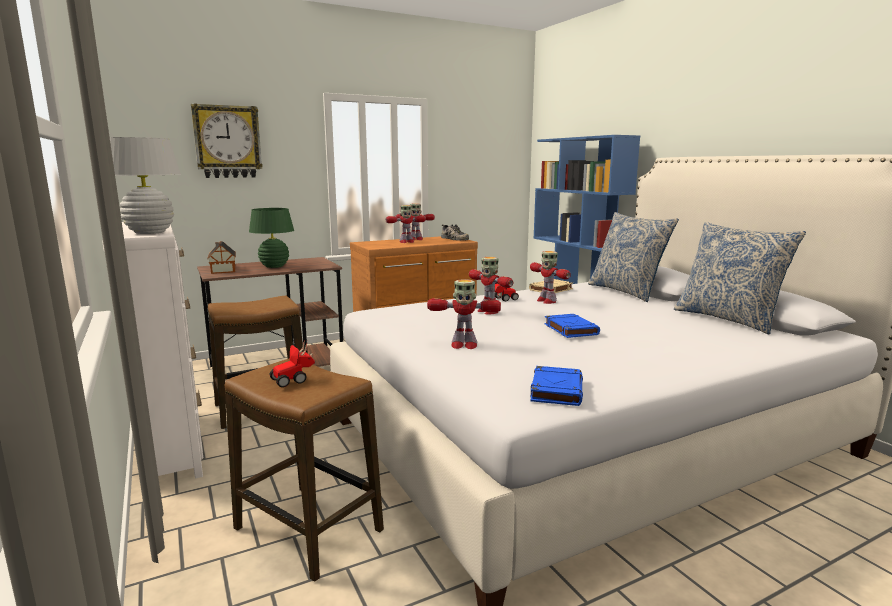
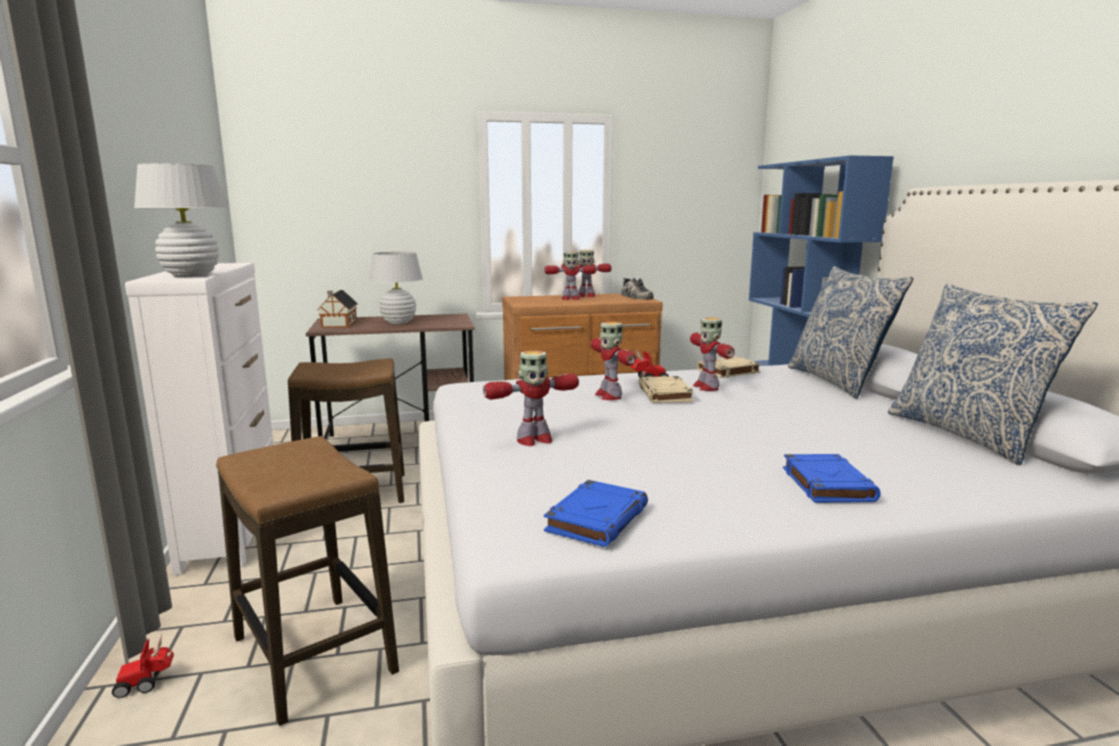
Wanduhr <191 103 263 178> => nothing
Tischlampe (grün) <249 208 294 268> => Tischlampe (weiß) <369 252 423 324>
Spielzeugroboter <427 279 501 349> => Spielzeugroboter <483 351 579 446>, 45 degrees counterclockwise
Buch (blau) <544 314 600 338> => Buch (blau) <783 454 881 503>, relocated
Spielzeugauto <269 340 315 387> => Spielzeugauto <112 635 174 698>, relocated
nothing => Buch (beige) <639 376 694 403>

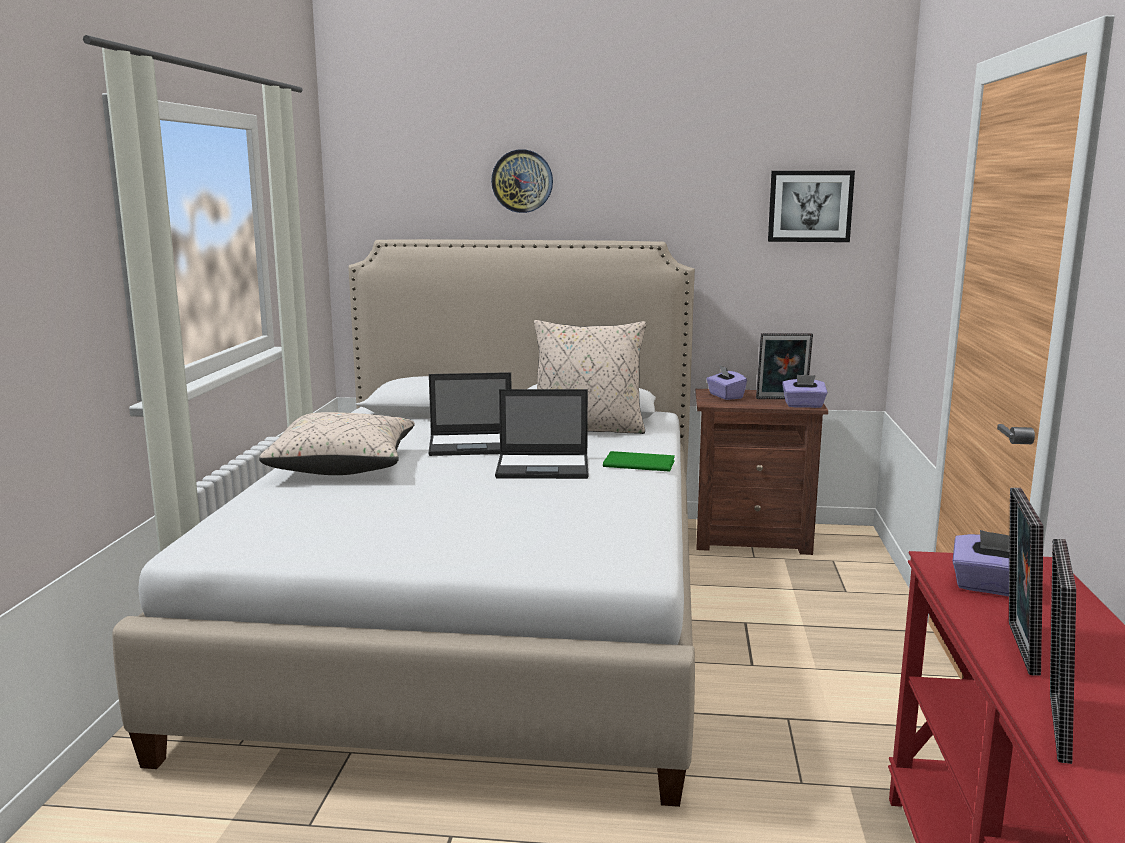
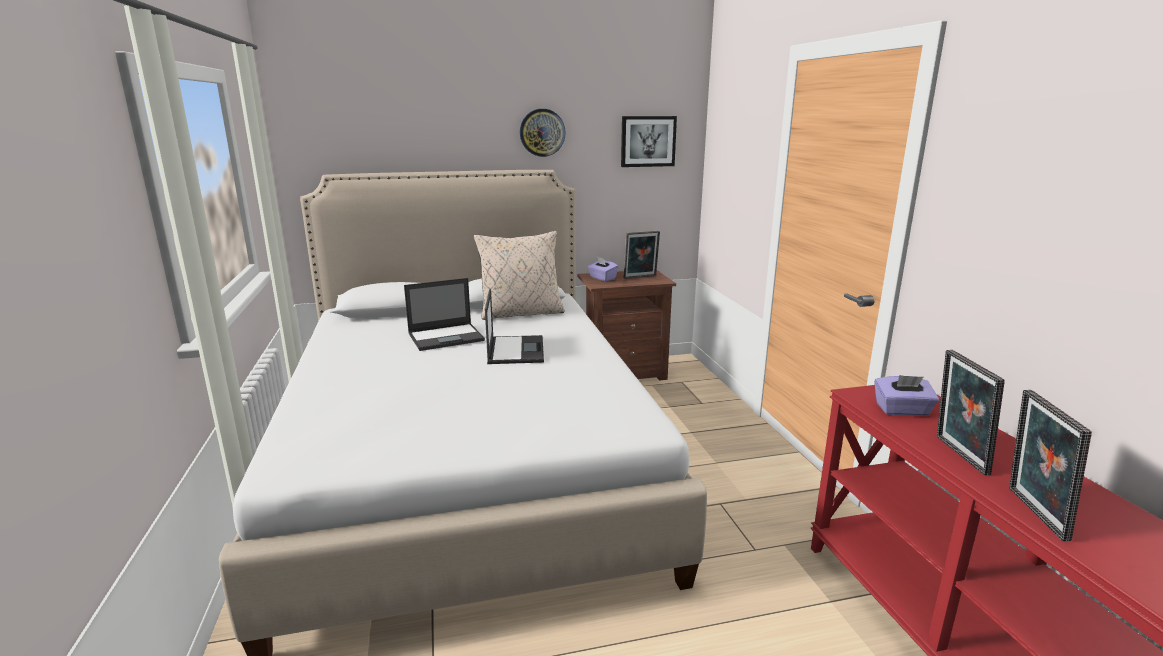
Wanduhr <491 149 553 213> => Wanduhr <520 109 566 157>, relocated
Taschentuchbox (lila) <782 375 828 408> => nothing
Laptop <495 389 588 479> => Laptop <485 289 544 364>, 75 degrees counterclockwise
Kissen (beige) <259 412 415 475> => nothing
Buch (grün) <603 451 675 472> => nothing

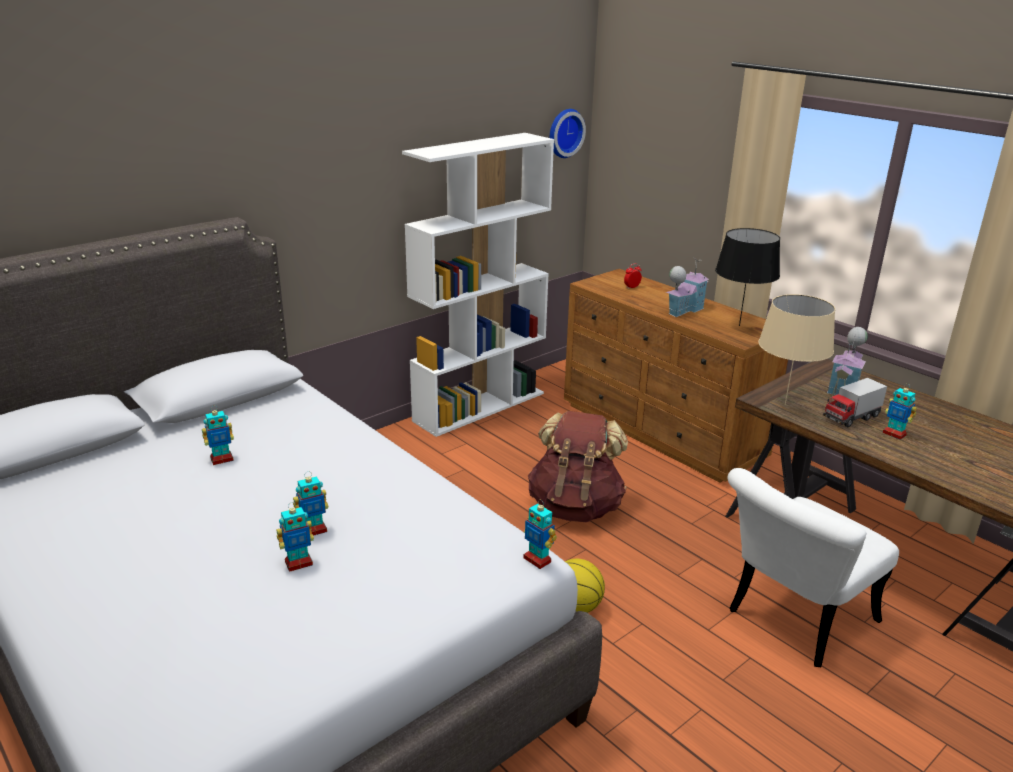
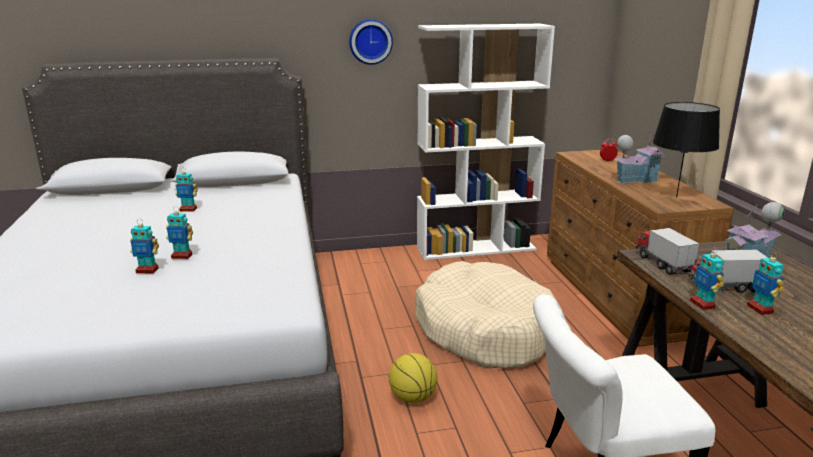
Wanduhr <550 109 586 158> => Wanduhr <349 19 393 65>, relocated
Tischlampe (beige) <758 294 835 405> => Spielzeuglaster <636 228 699 275>
Rucksack (braun) <528 411 628 522> => Hundebett (beige) <415 261 557 368>
Spielzeugroboter <524 499 557 569> => Spielzeugroboter <690 248 724 310>, relocated

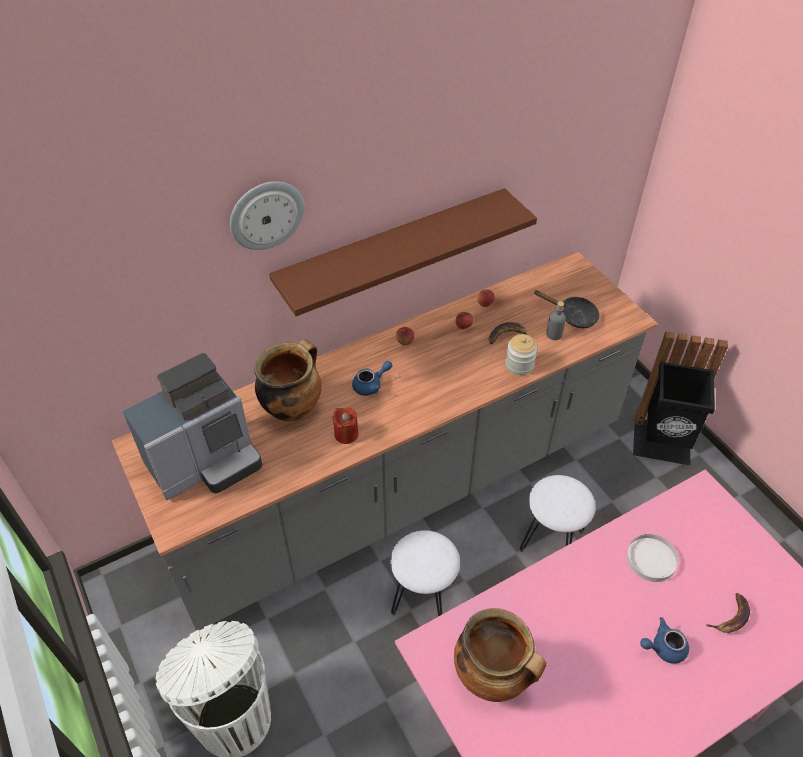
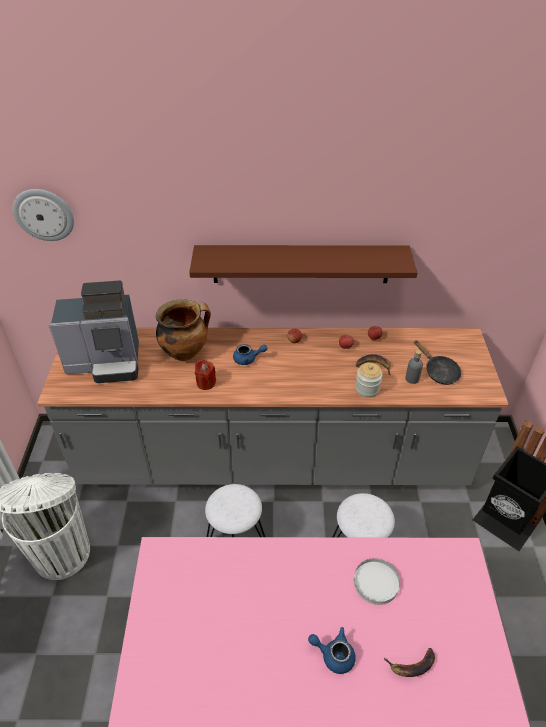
Wanduhr <230 181 304 250> => Wanduhr <13 189 74 241>, relocated
Kochtopf <454 608 546 702> => nothing

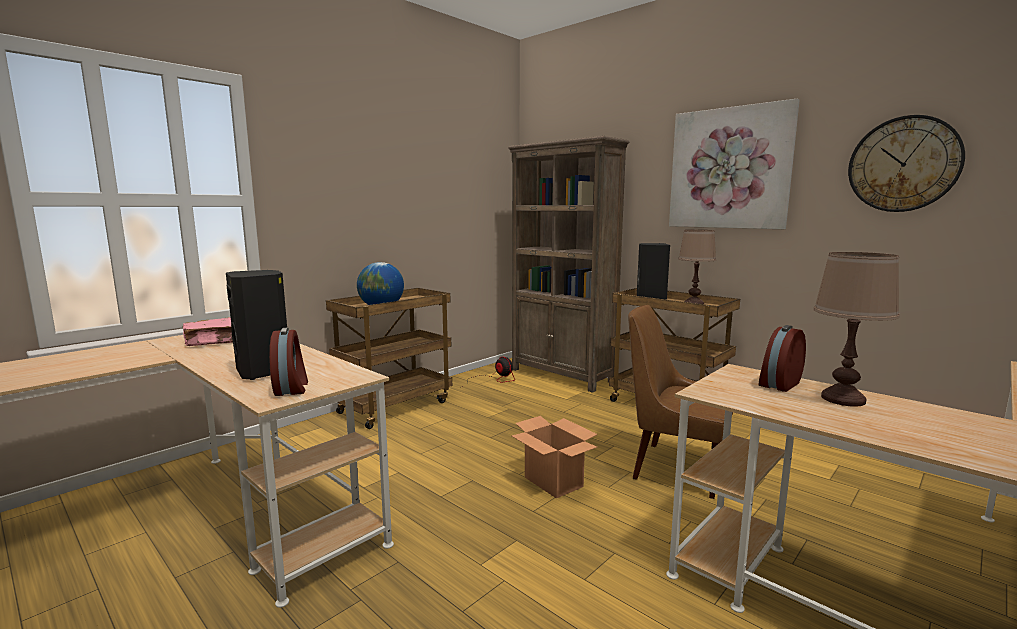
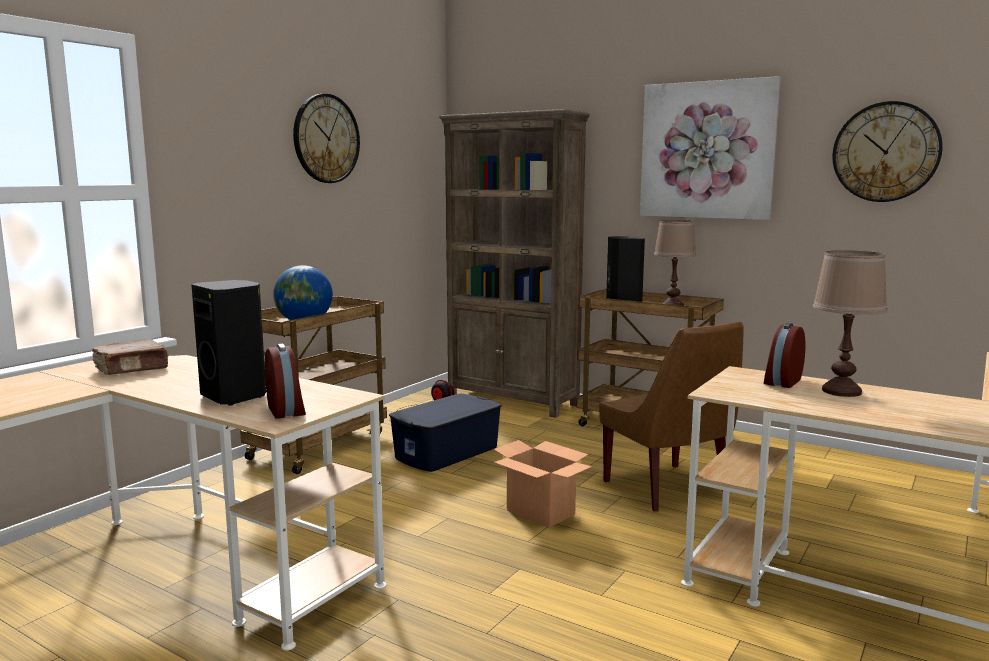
Stuhl (braun) <628 305 733 499> => Stuhl (braun) <599 322 744 512>, 135 degrees counterclockwise
Buch (rosa) <183 317 233 346> => Buch (braun) <92 339 168 375>
nothing => Wanduhr <293 94 360 183>
nothing => Aufbewahrungsbox (blau) <389 394 502 472>

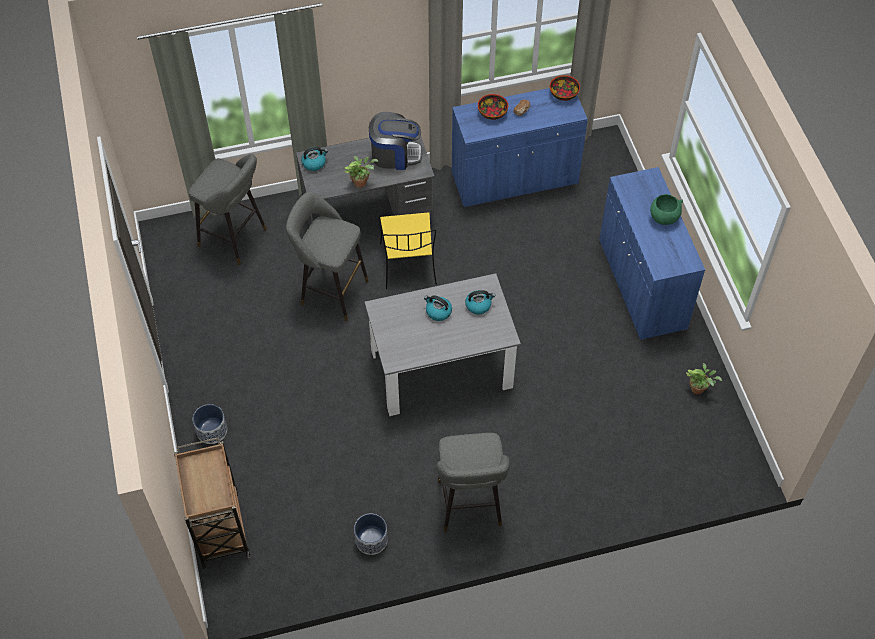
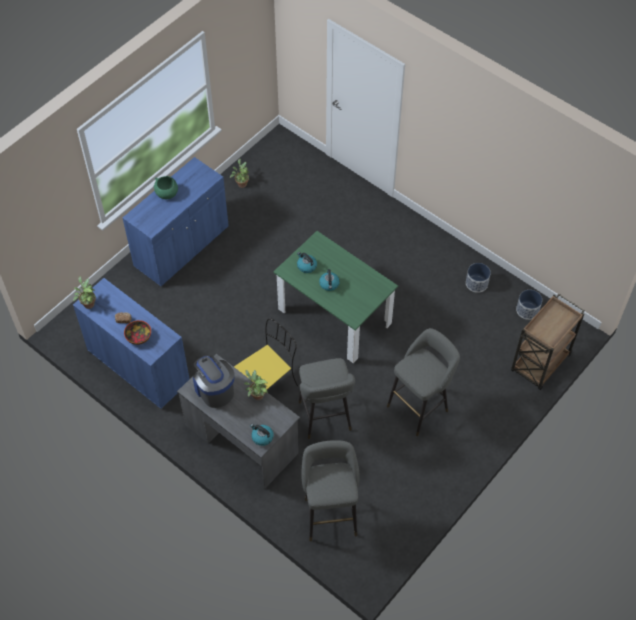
Schüssel <550 75 580 101> => Topfpflanze <73 276 96 309>
Esstisch (grau) <365 273 521 416> => Esstisch (grün) <274 231 398 363>
Pflanzkübel <193 404 227 444> => Pflanzkübel <516 290 542 320>, relocated
Hocker (grau) <437 433 510 532> => Hocker (grau) <387 328 460 436>, relocated

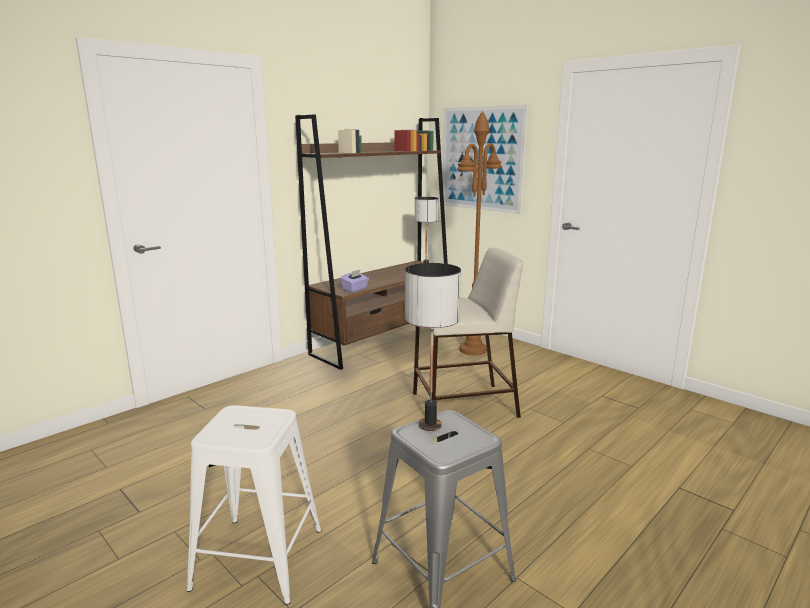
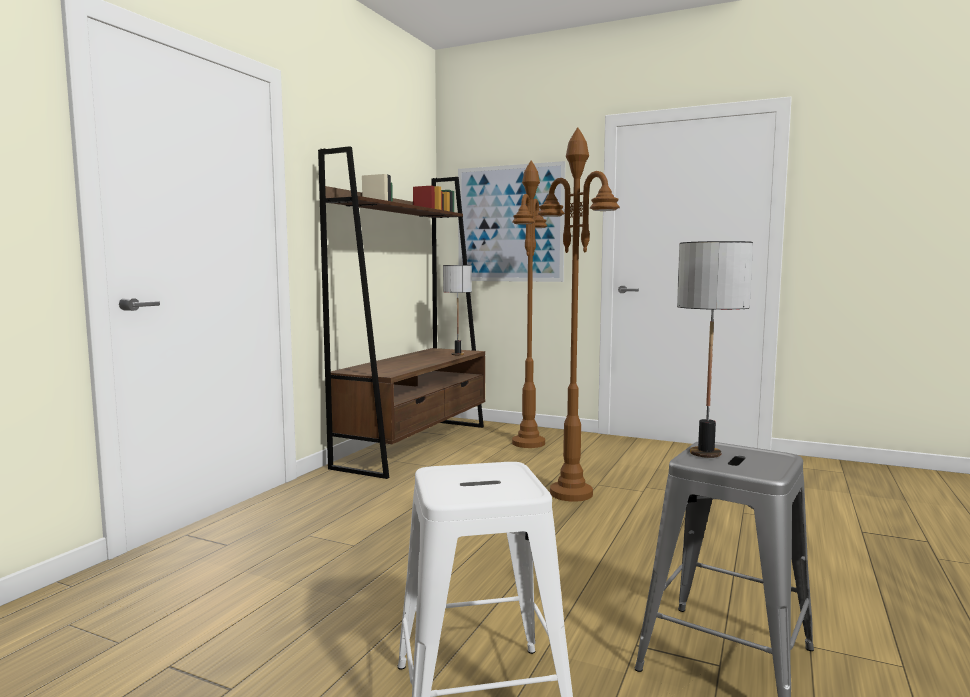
Hocker (beige) <413 248 523 418> => Stehlampe (braun) <538 127 620 502>
Taschentuchbox (lila) <340 269 369 292> => nothing

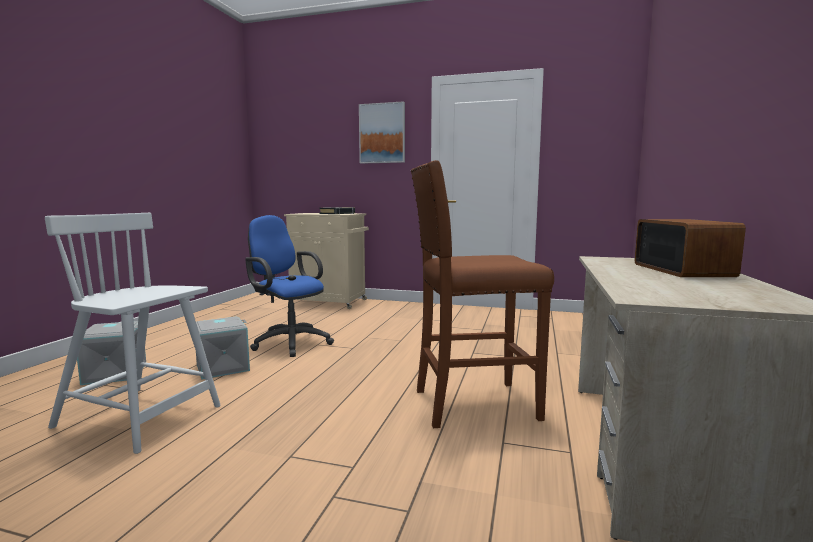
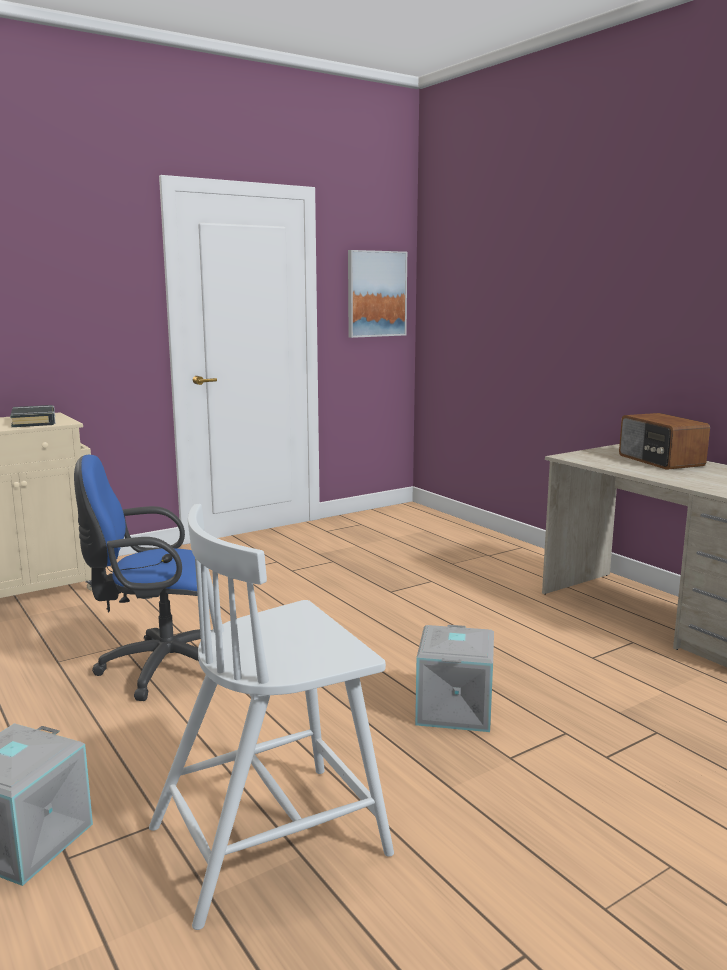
Bild <359 101 405 164> => Bild <348 250 407 338>, relocated
Hocker (braun) <411 160 554 428> => nothing
Radio <635 219 746 277> => Radio <619 413 710 470>, 150 degrees counterclockwise
Aufbewahrungsbox (grau) <196 316 250 380> => Aufbewahrungsbox (grau) <415 625 494 732>, relocated

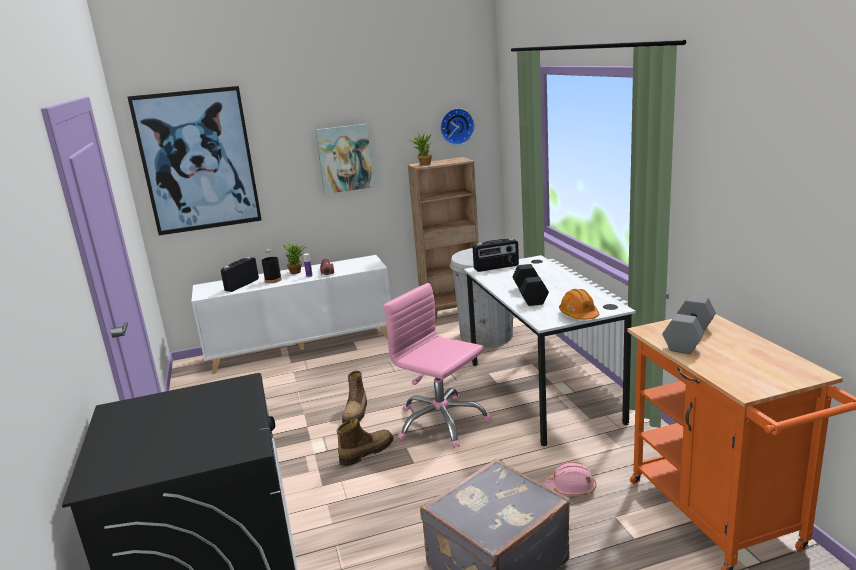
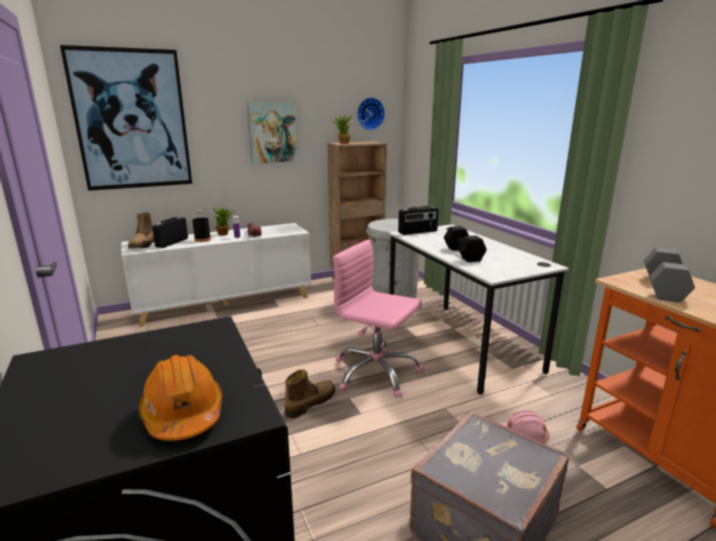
Schutzhelm (orange) <559 289 599 320> => Schutzhelm (orange) <139 355 222 441>, relocated
Stiefel <342 370 367 423> => Stiefel <128 213 154 248>, relocated

